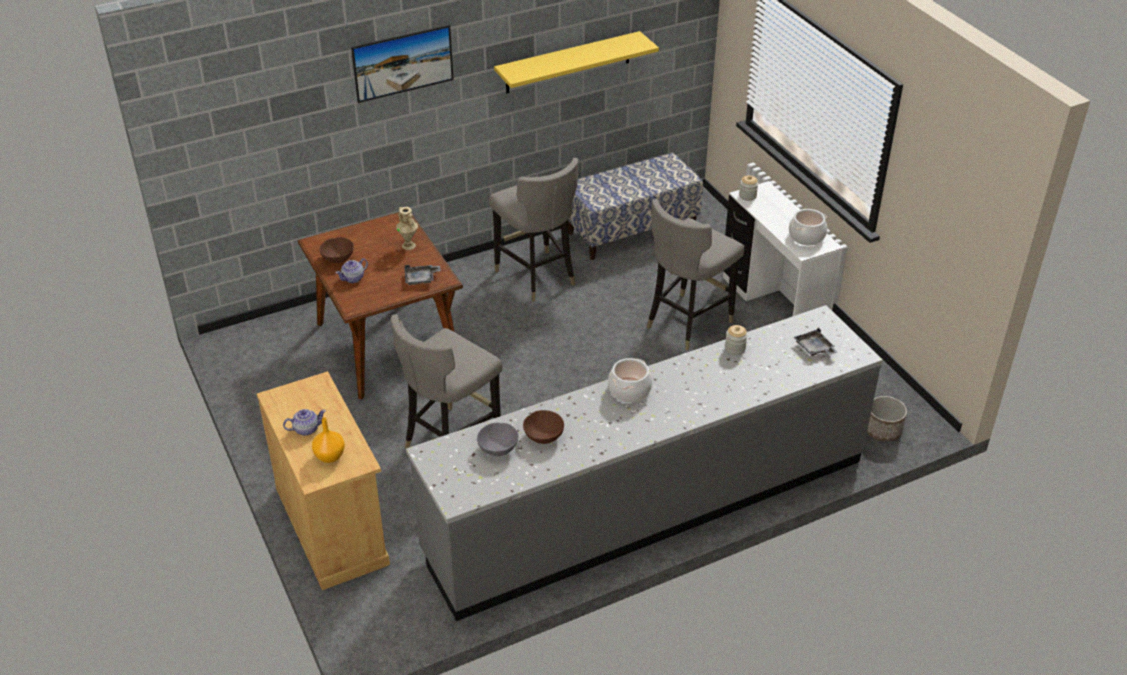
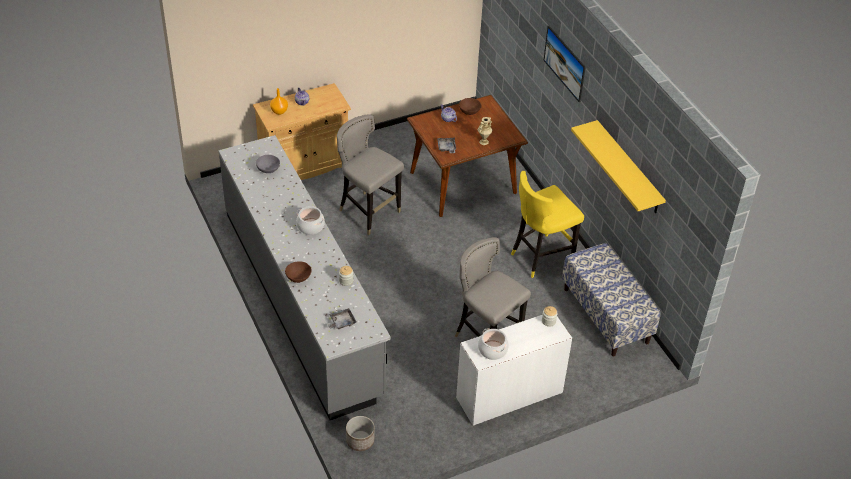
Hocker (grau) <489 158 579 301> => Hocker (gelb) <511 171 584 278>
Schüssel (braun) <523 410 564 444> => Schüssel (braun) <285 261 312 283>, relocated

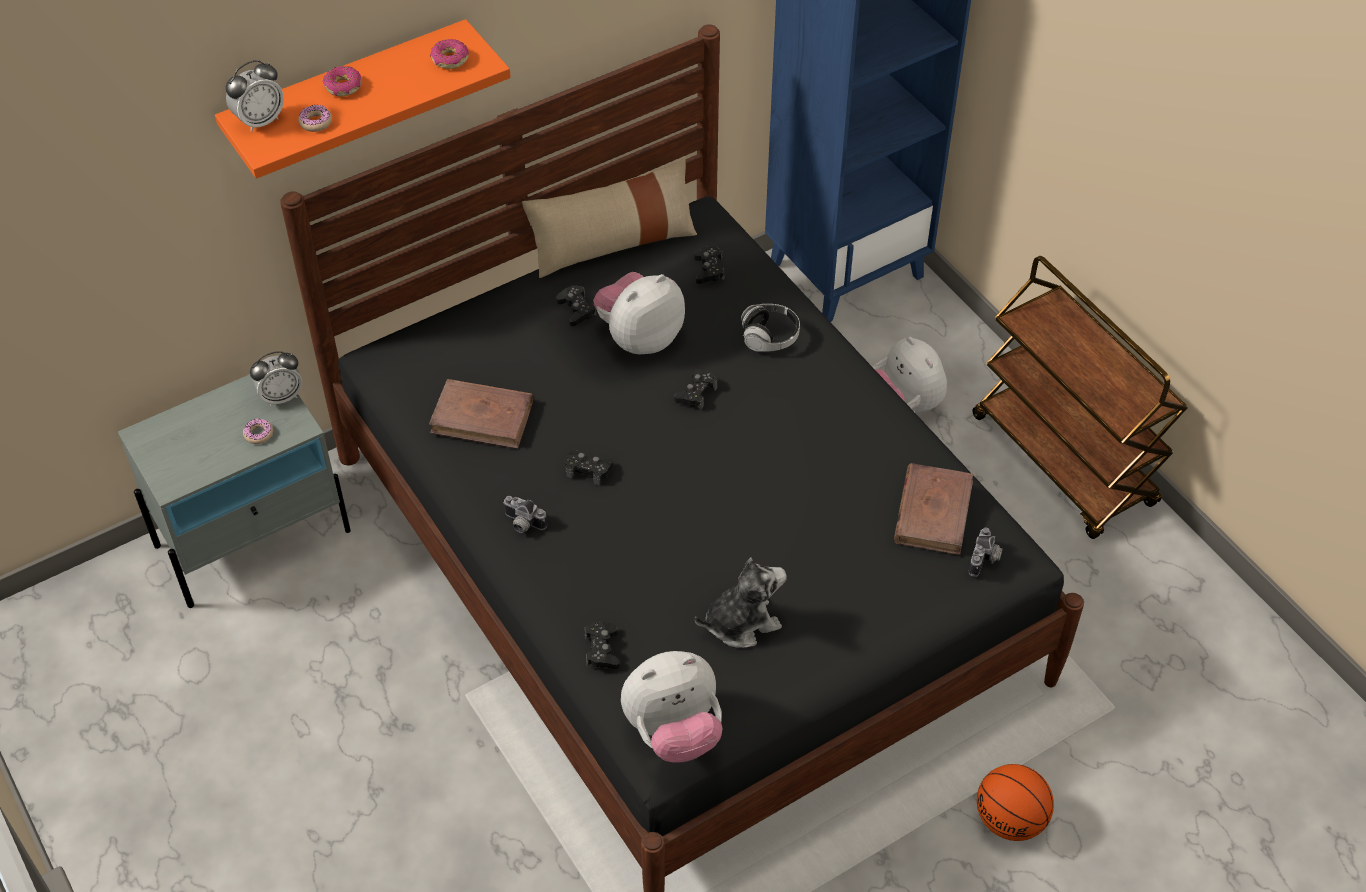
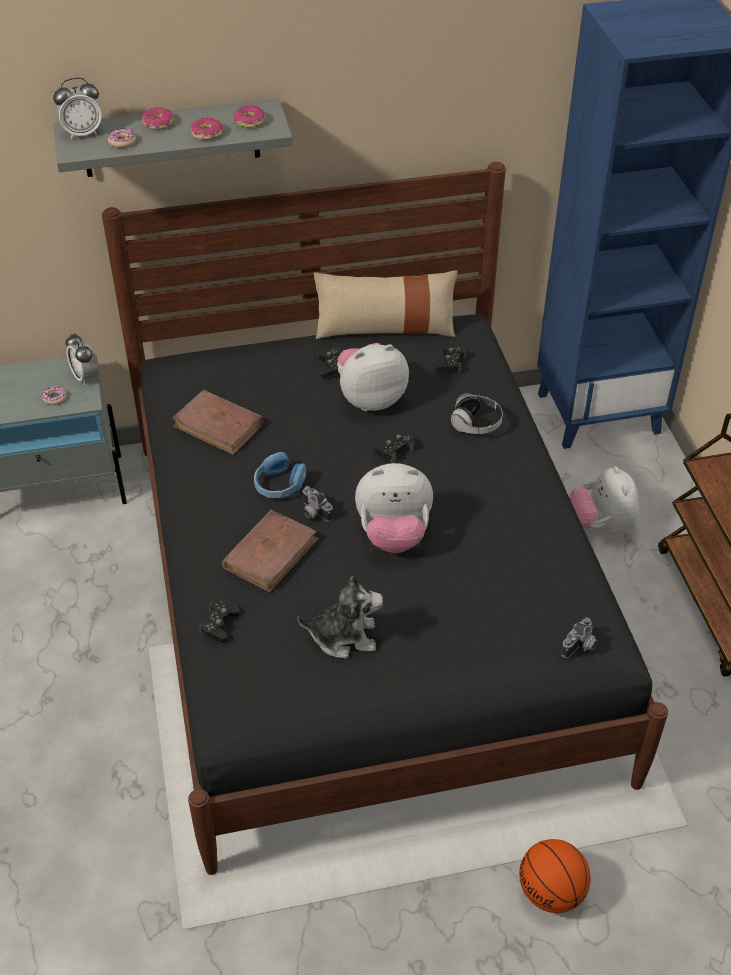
Wandregal (orange) <215 19 511 179> => Wandregal (grau) <53 99 293 177>
Wecker <250 351 302 406> => Wecker <65 333 98 385>, 60 degrees clockwise
Gamepad (schwarz) <565 450 613 485> => Kopfhörer (blau) <254 452 306 498>
Buch (braun) <894 463 973 555> => Buch (braun) <222 509 319 592>, relocated
Kamera <502 496 547 533> => Kamera <302 486 333 522>, relocated
Plüschtier <621 651 722 763> => Plüschtier <355 463 433 553>, relocated
nothing => Donut <190 117 223 140>

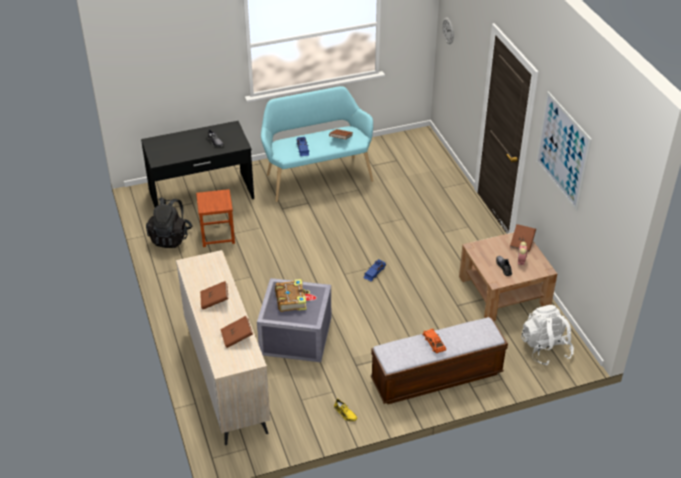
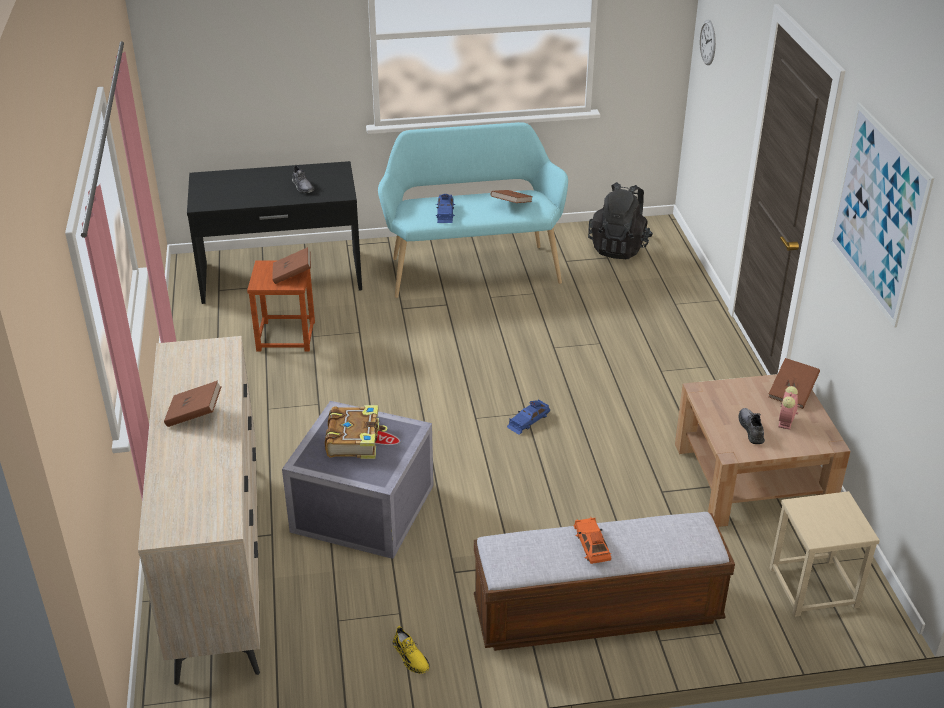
Rucksack (schwarz) <146 198 192 248> => Rucksack (schwarz) <588 182 653 259>, relocated
Rucksack (weiß) <521 305 574 366> => Hocker (beige) <770 491 880 617>
Buch (braun) <220 316 253 348> => Buch (braun) <272 247 311 284>, relocated

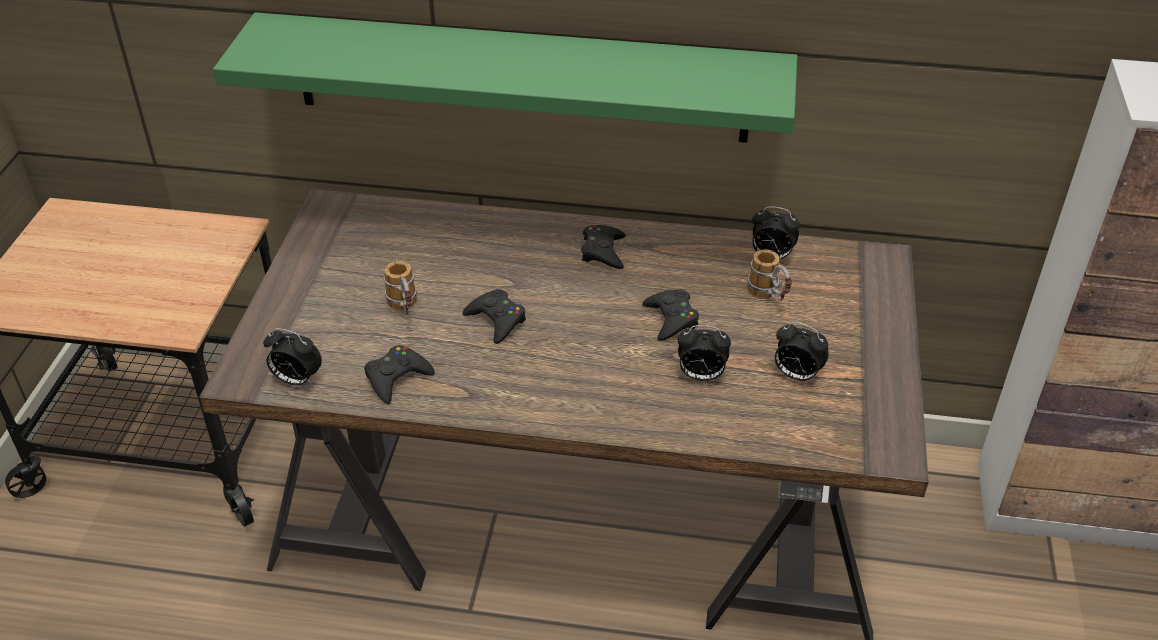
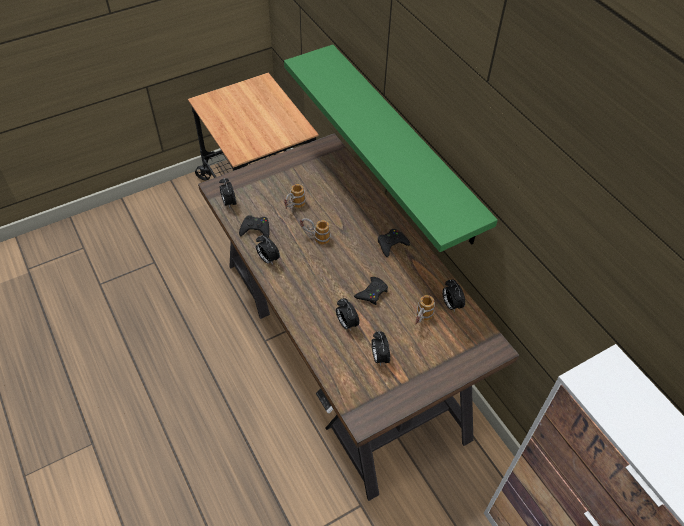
Gamepad (schwarz) <463 289 526 344> => Henkelbecher <300 218 331 244>
nothing => Wecker <256 235 280 265>

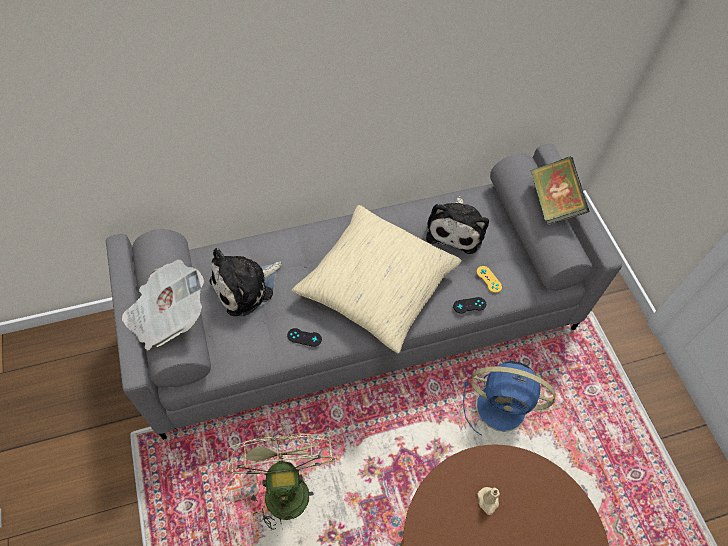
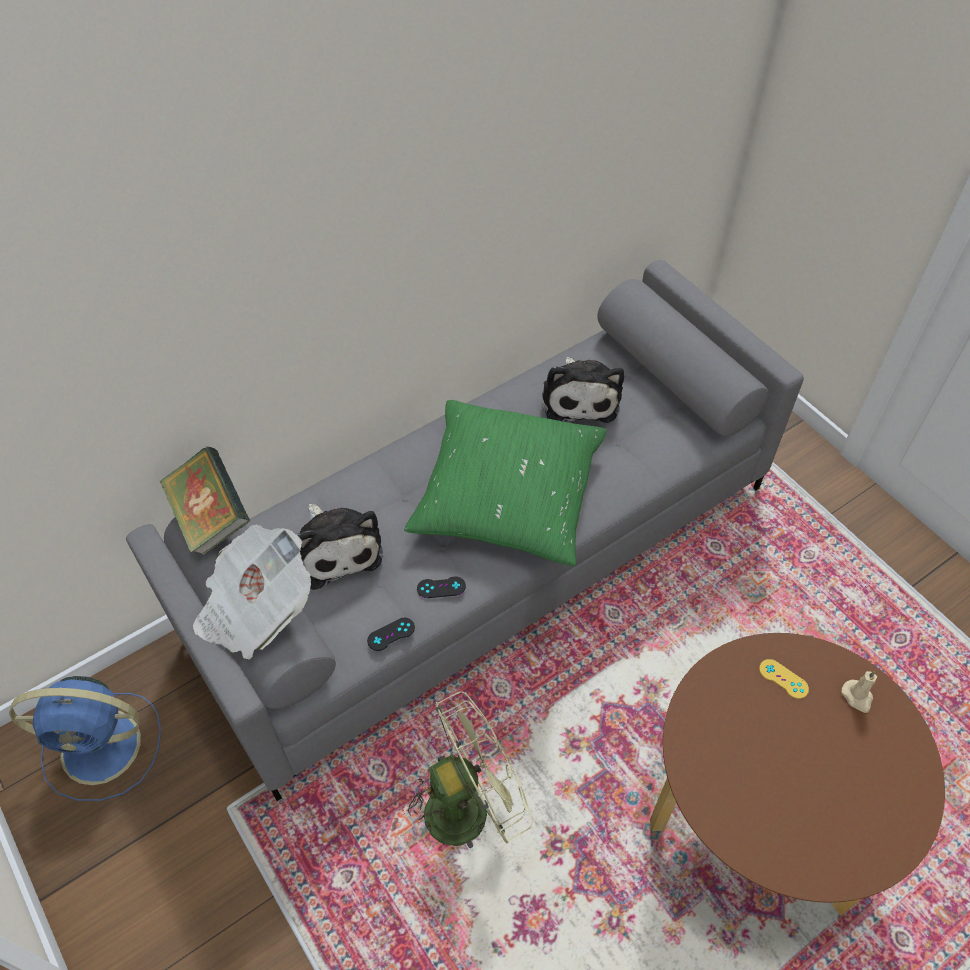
Buch <530 157 589 225> => Buch <160 447 250 556>, relocated
Kissen (beige) <292 205 461 354> => Kissen (grün) <404 400 607 566>
Plüschtier <209 248 282 316> => Plüschtier <297 504 383 590>, 60 degrees counterclockwise
Gamepad (gelb) <477 266 502 293> => Gamepad (gelb) <759 659 809 699>, relocated
Gamepad (schwarz) <453 297 486 314> => Gamepad (schwarz) <367 618 415 651>, relocated
Ventilator (blau) <463 361 556 436> => Ventilator (blau) <10 676 161 801>, relocated
Ventilator (grün) <227 433 335 534> => Ventilator (grün) <405 691 533 848>, 90 degrees clockwise
Kerze (beige) <477 487 500 515> => Kerze (beige) <842 671 877 713>, relocated

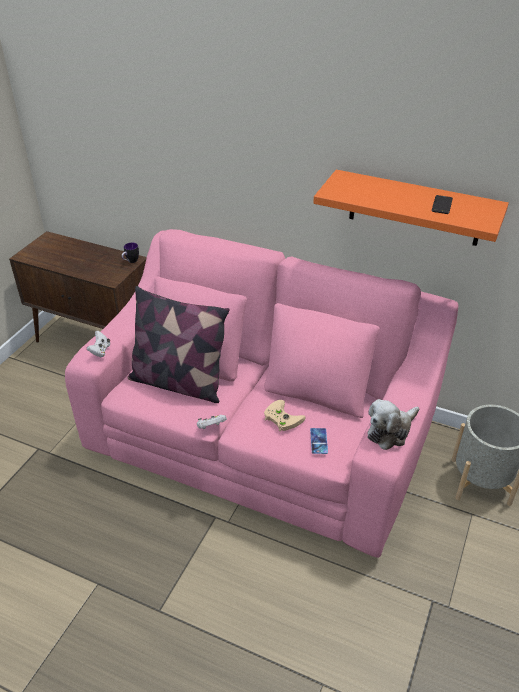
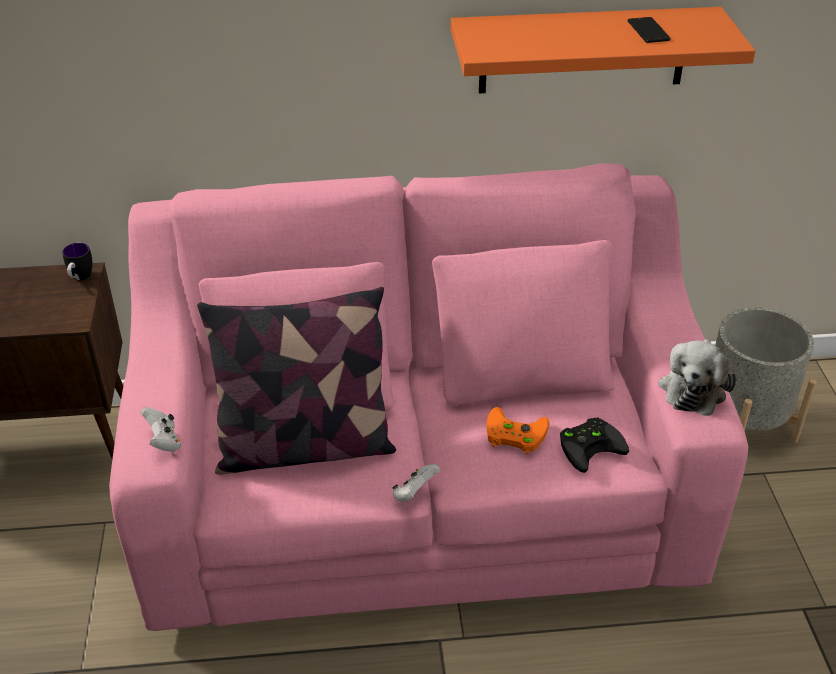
Gamepad (beige) <264 400 305 431> => Gamepad (orange) <486 407 549 454>
Handy <310 428 328 454> => Gamepad (schwarz) <560 417 629 473>

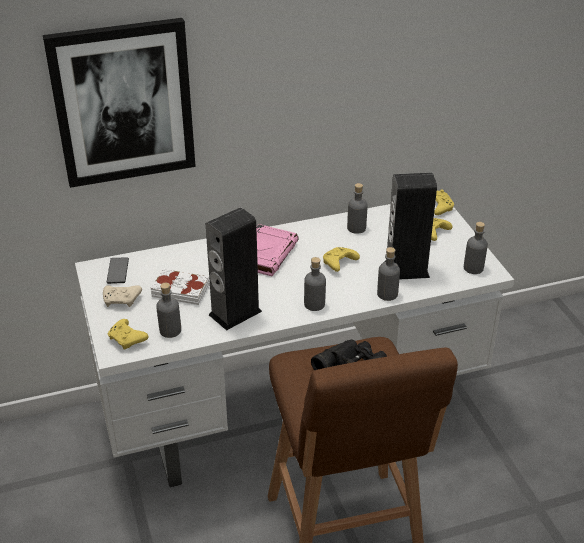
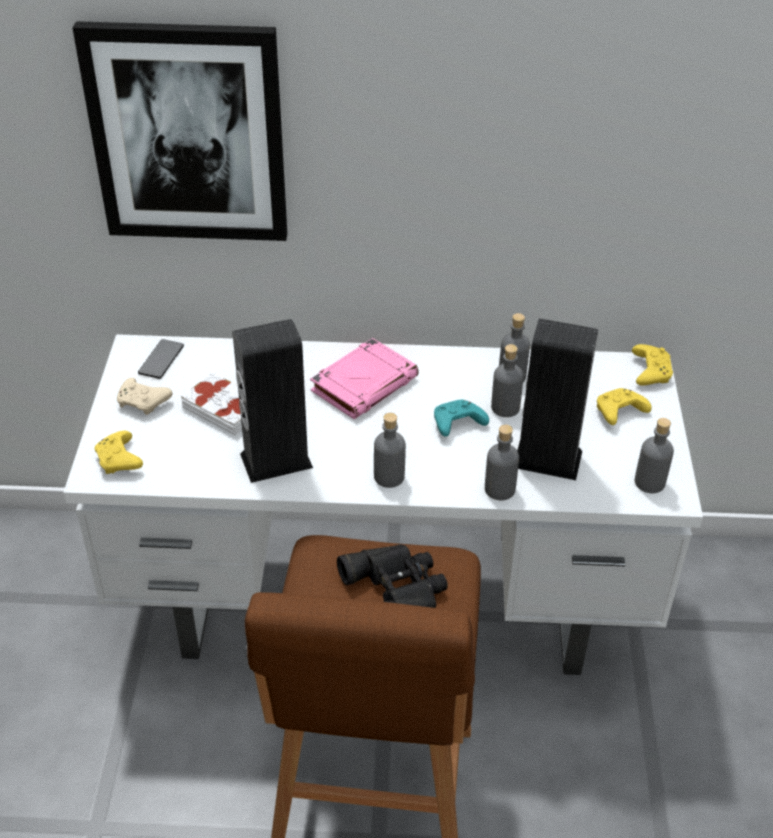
Gamepad (gelb) <323 247 360 272> => Gamepad (türkis) <434 400 489 437>
Flasche (grau) <156 283 181 338> => Flasche (grau) <491 344 524 417>, relocated

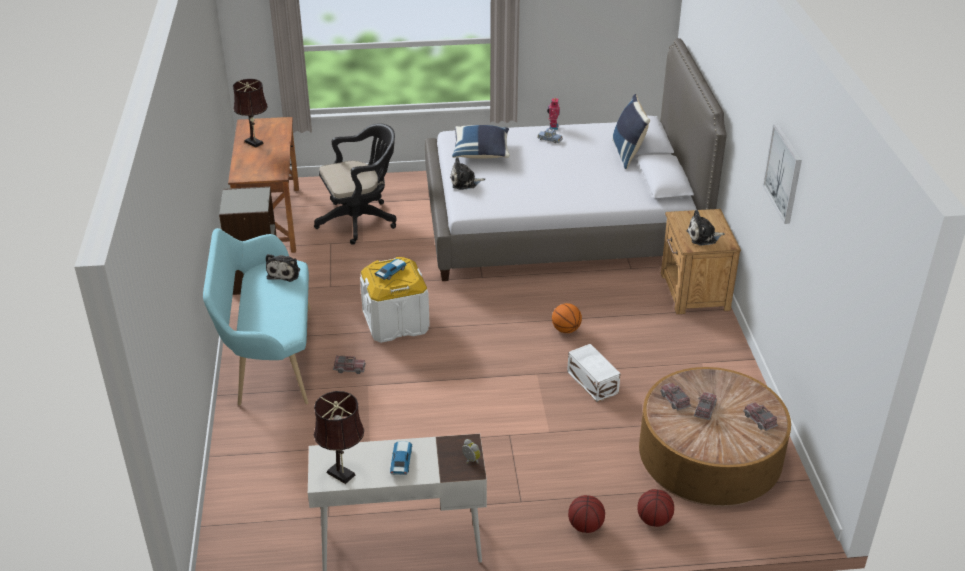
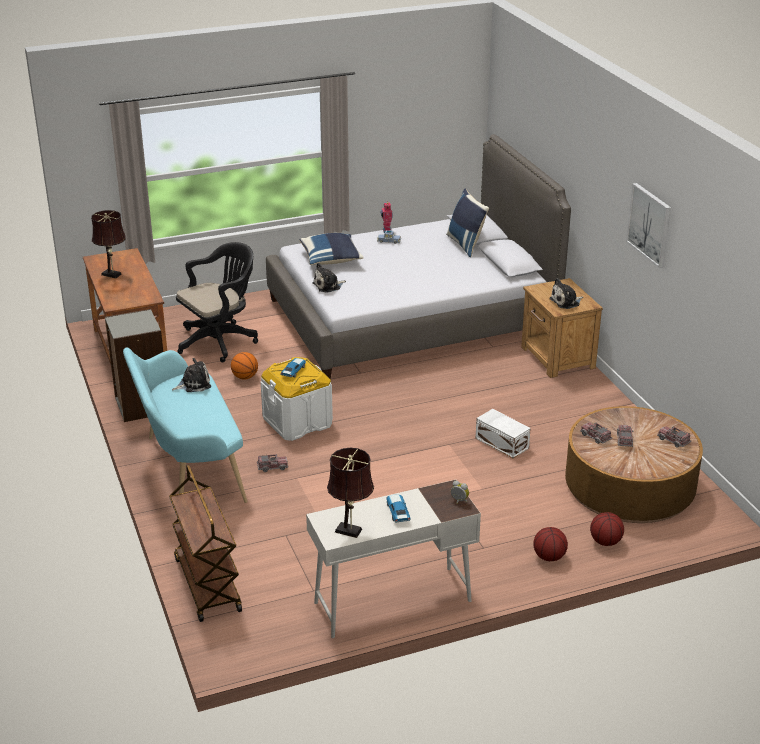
Plüschtier <266 254 300 282> => Plüschtier <172 358 211 392>, 105 degrees counterclockwise
Basketball <552 303 582 333> => Basketball <231 352 258 379>, relocated
nothing => Rollwagen (braun) <169 465 242 622>

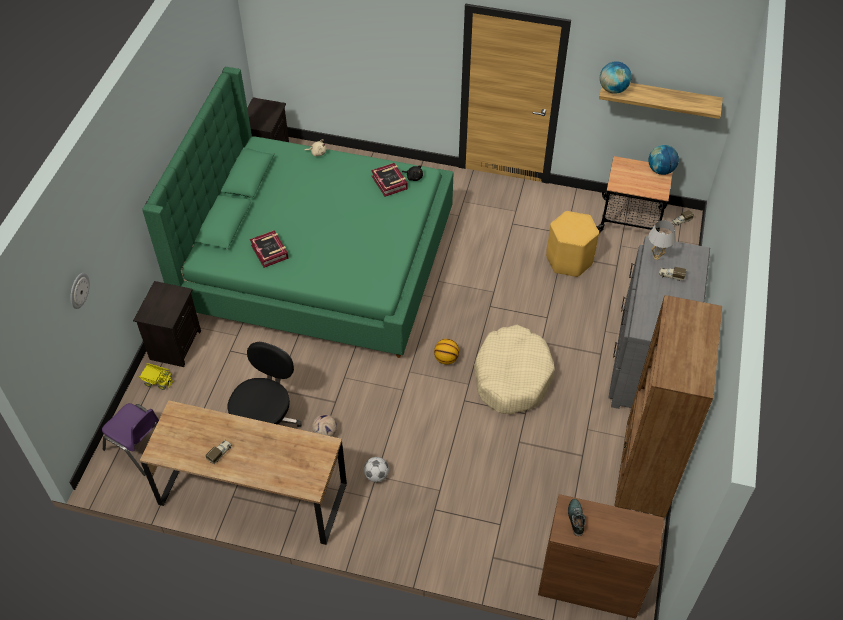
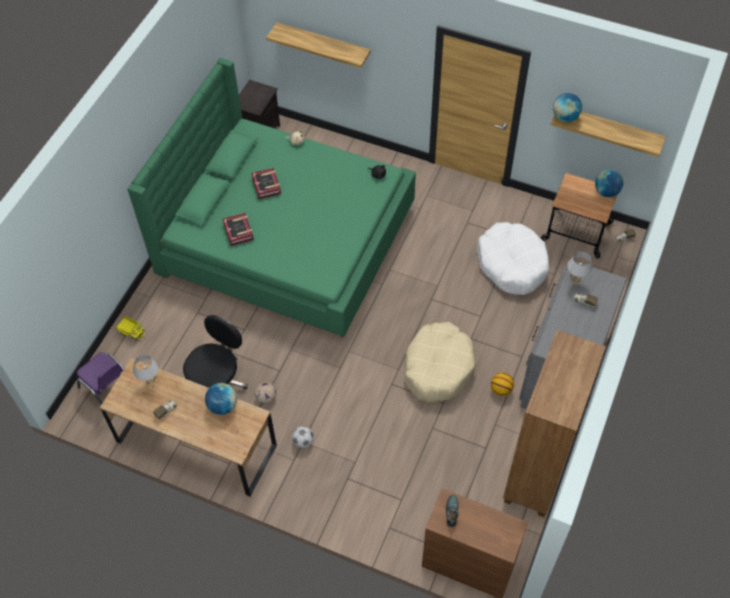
Buch <371 163 408 197> => Buch <251 168 281 199>, relocated
Hocker (gelb) <546 211 599 277> => Hundebett (weiß) <477 222 549 295>
Wanduhr <71 273 90 309> => nothing
Nachttisch (schwarz) <133 281 201 367> => nothing
Basketball <434 339 459 365> => Basketball <491 372 514 396>, relocated
nothing => Wandregal <266 22 371 68>
nothing => Tischlampe (weiß) <133 355 158 386>
nothing => Globus <205 383 237 415>

